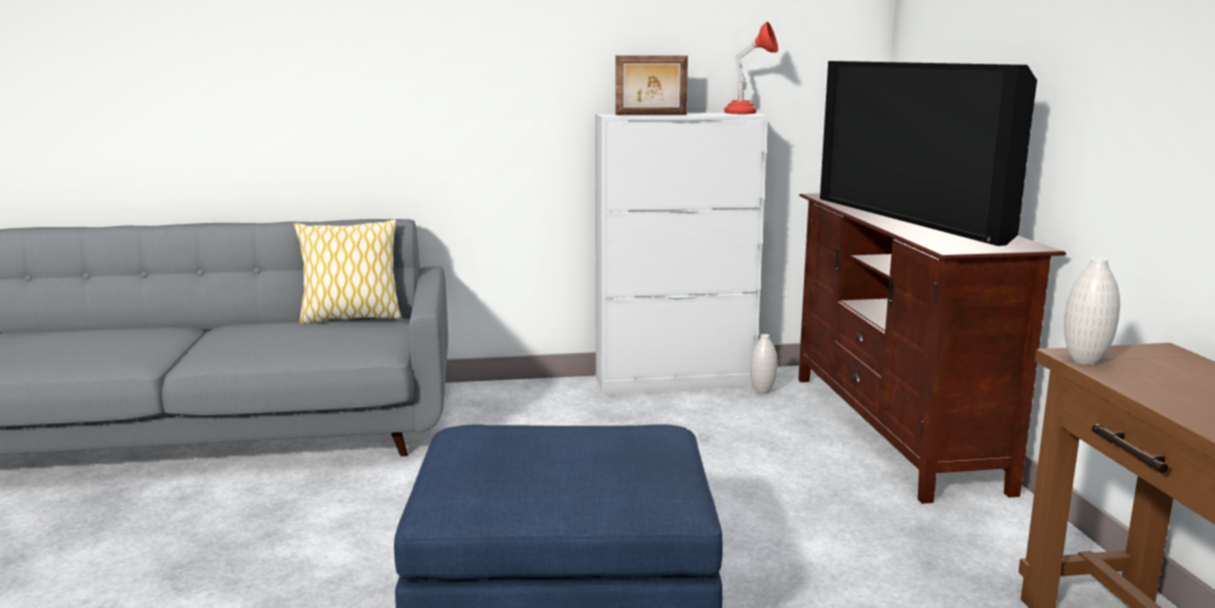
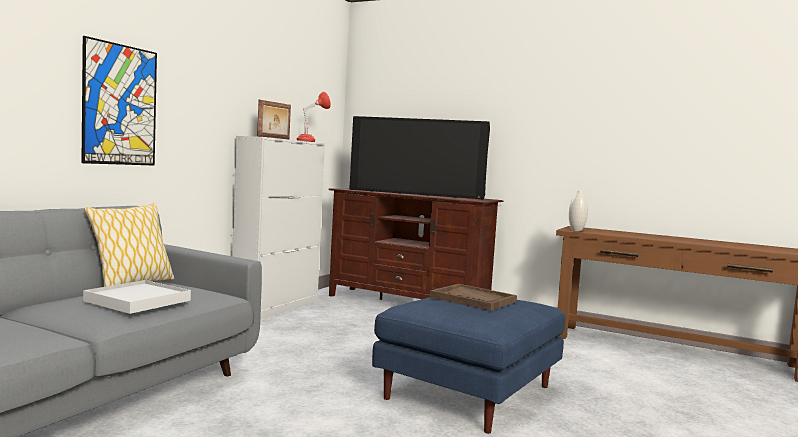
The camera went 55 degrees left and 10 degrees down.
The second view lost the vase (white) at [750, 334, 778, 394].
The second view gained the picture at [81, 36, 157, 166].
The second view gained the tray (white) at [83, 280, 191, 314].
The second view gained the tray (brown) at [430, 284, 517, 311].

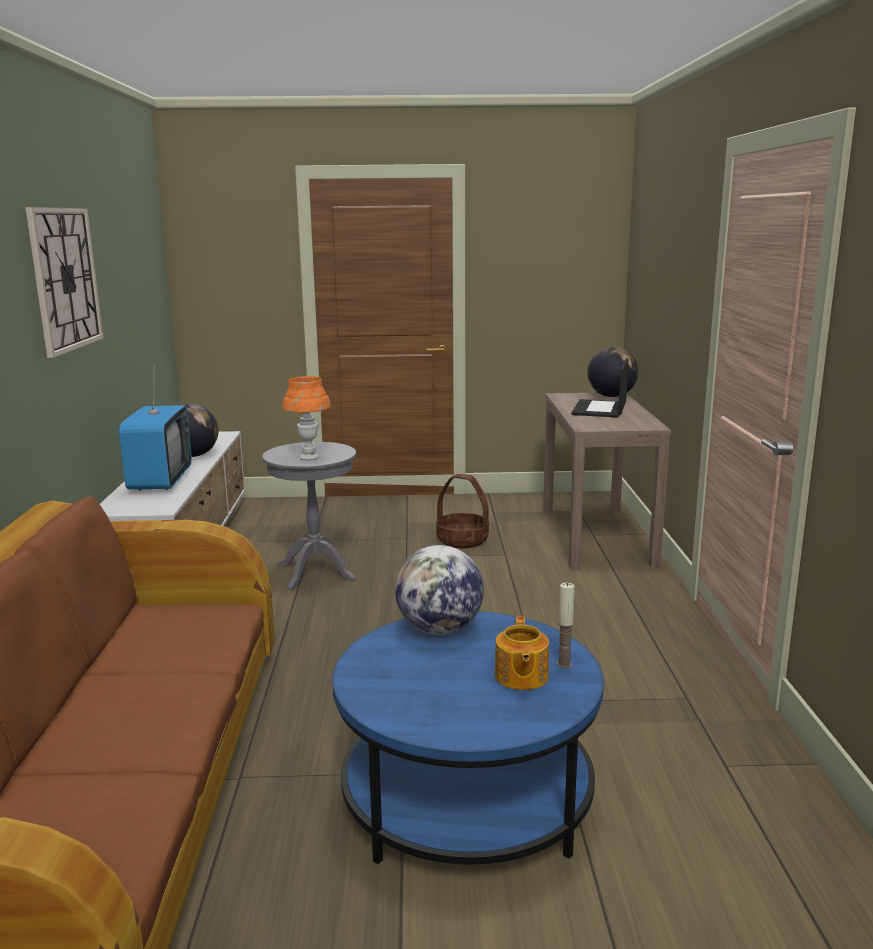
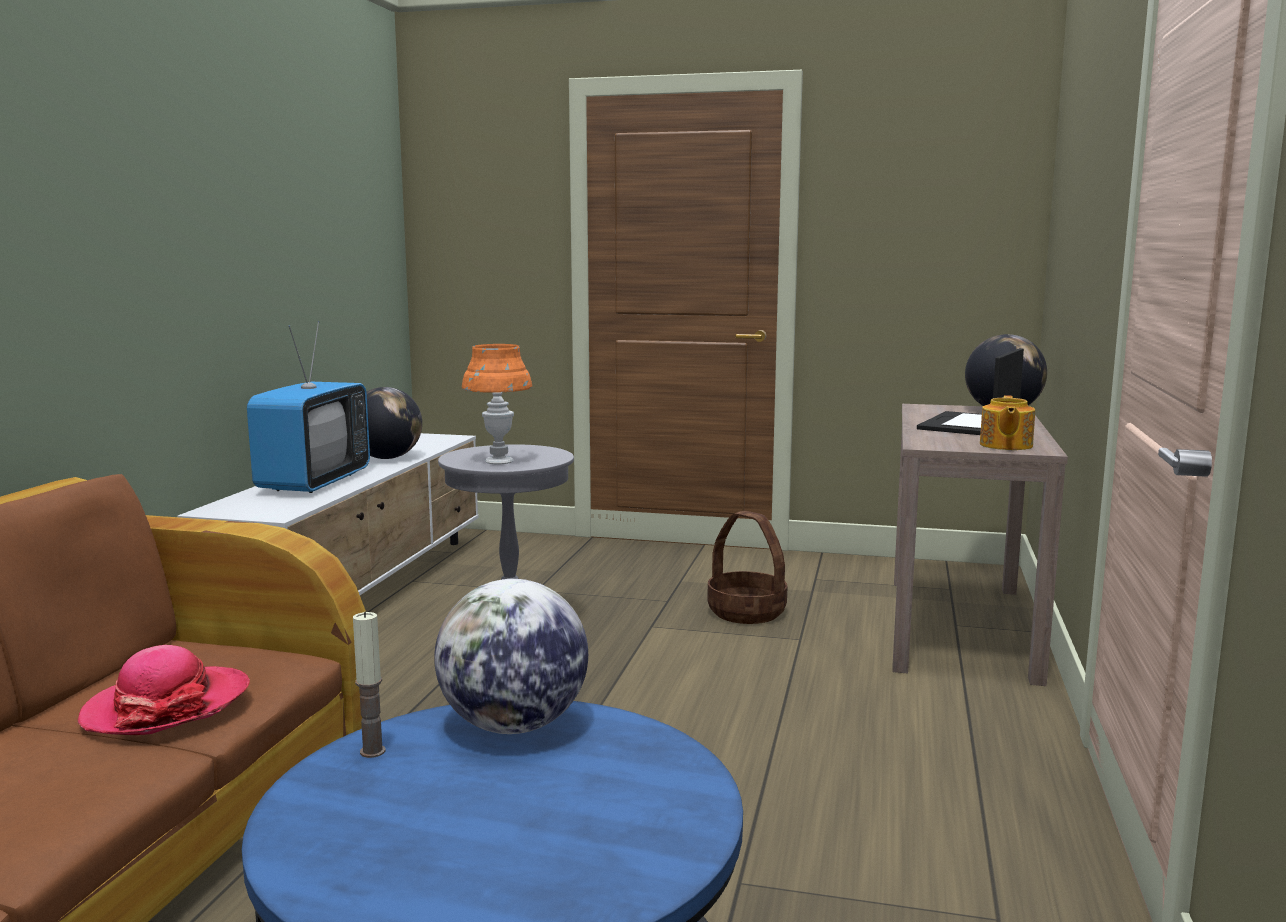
The camera went 15 degrees right and 5 degrees down.
The second view lost the wall clock at [25, 207, 103, 358].
The candle ended up elsewhere, having gone from [557, 583, 575, 668] to [353, 611, 386, 758].
The teapot ended up elsewhere, having gone from [495, 616, 549, 690] to [980, 395, 1035, 450].
The second view gained the hat at [78, 645, 250, 735].

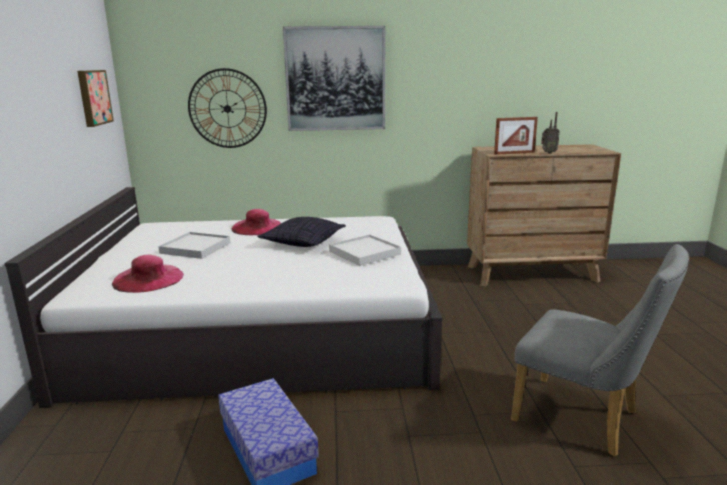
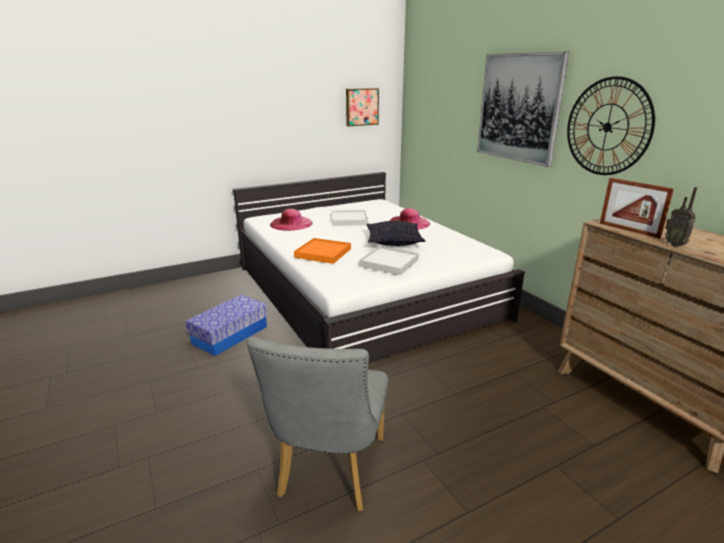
The camera went 65 degrees right and 5 degrees up.
The wall clock ended up elsewhere, having gone from [188, 68, 267, 148] to [567, 76, 655, 175].
The second view gained the tray (orange) at [294, 238, 351, 264].

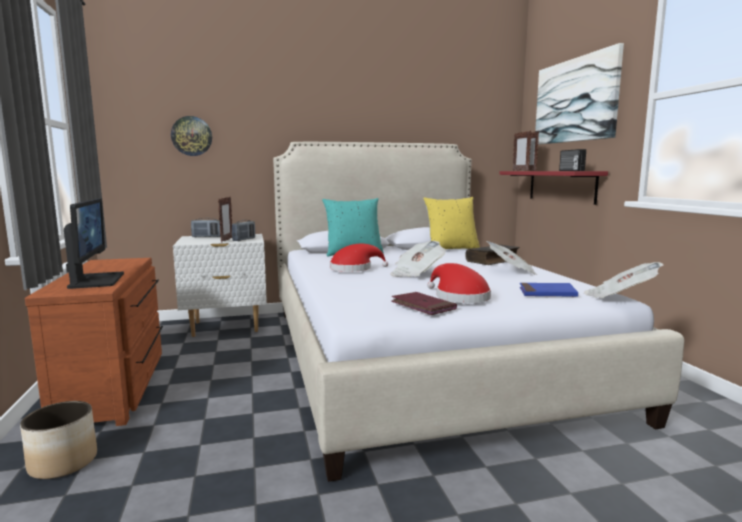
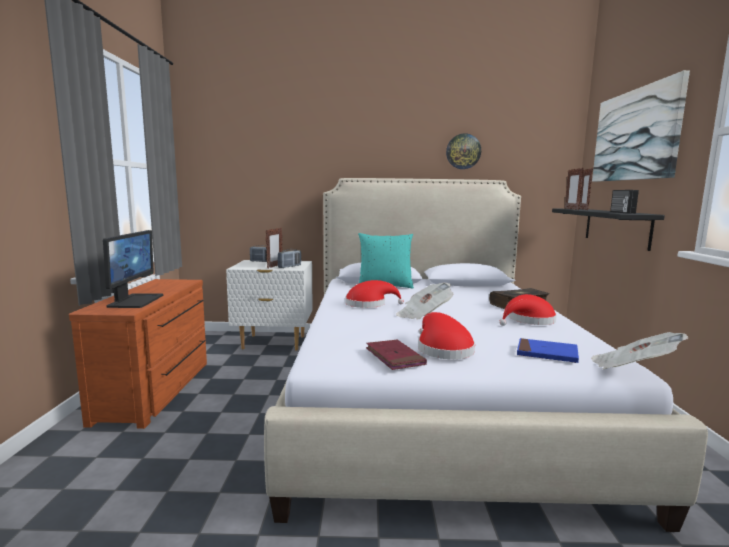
The camera went 15 degrees right and 0 degrees up.
The wall clock ended up elsewhere, having gone from [171, 116, 212, 156] to [446, 133, 481, 169].
What was the shelf (red) at [499, 171, 608, 205] turned into the shelf (black) at [552, 208, 665, 251].
The second view lost the pillow (yellow) at [423, 197, 480, 249].
Where the newspaper stood at [486, 241, 537, 275], the hat (red) came to stand at [499, 294, 557, 326].
The second view lost the planter at [20, 401, 97, 479].

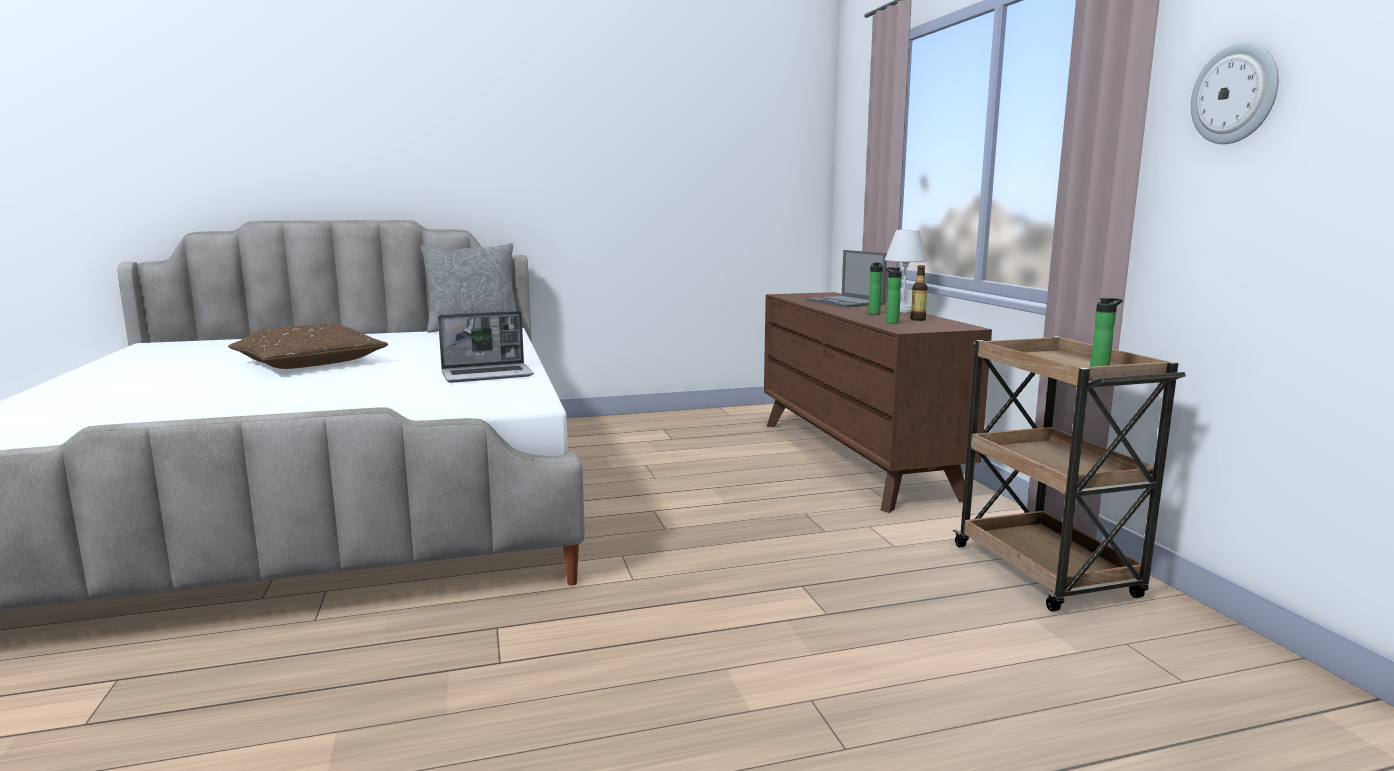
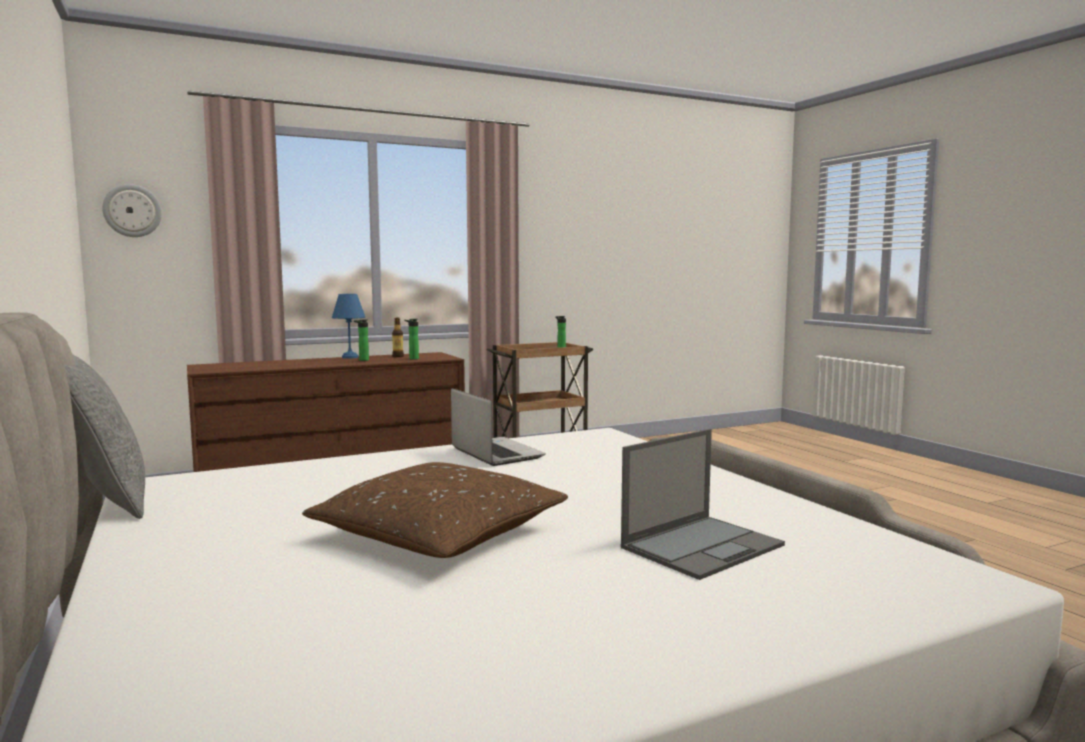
The camera went 100 degrees left and 5 degrees down.
The wall clock ended up elsewhere, having gone from [1190, 42, 1278, 144] to [102, 184, 162, 237].
What was the table lamp (white) at [885, 230, 927, 313] turned into the table lamp (blue) at [332, 294, 365, 359].
The laptop ended up elsewhere, having gone from [806, 250, 887, 307] to [621, 429, 785, 580].

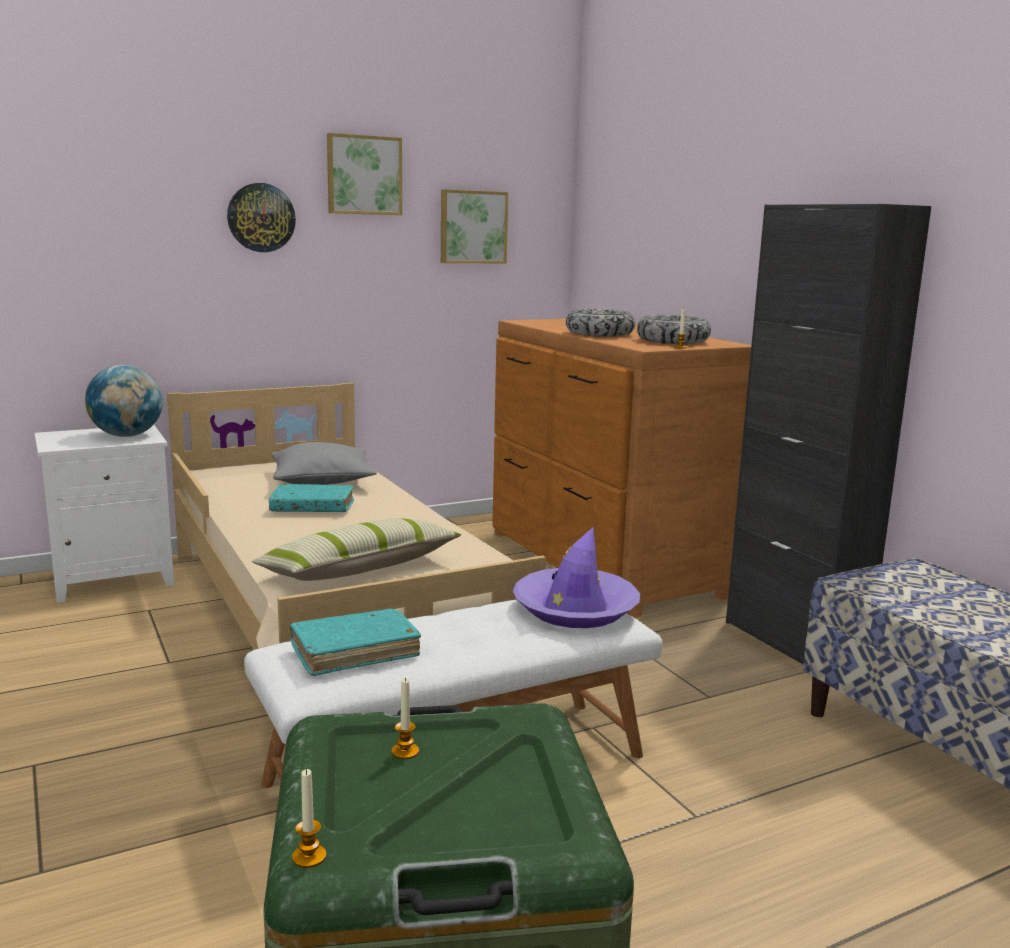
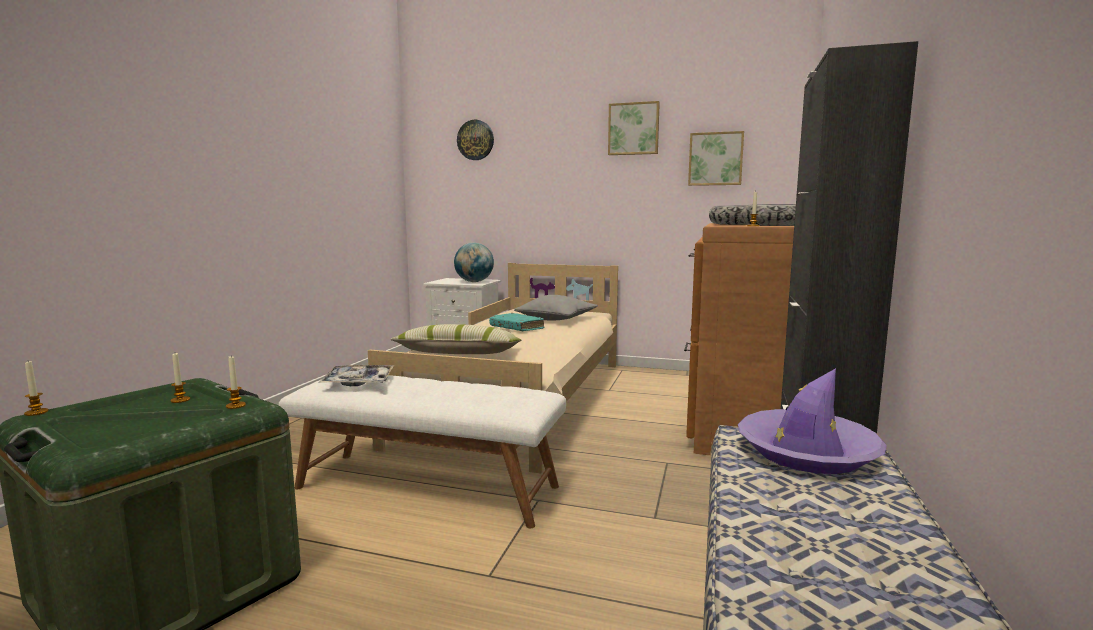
The camera went 45 degrees right and 5 degrees down.
The wall clock ended up elsewhere, having gone from [227, 183, 296, 252] to [457, 120, 494, 160].
The hat (purple) ended up elsewhere, having gone from [513, 528, 640, 628] to [738, 368, 887, 474].
Where the book (turquoise) stood at [290, 609, 421, 676], the tray came to stand at [319, 365, 394, 386].
The second view gained the candle at [226, 356, 246, 409].

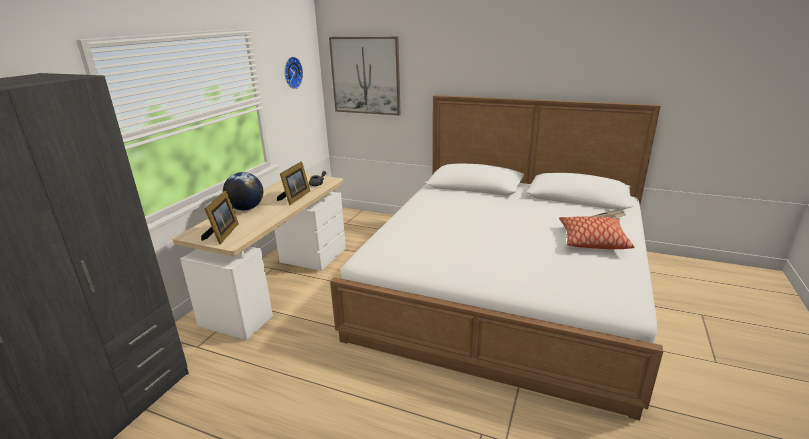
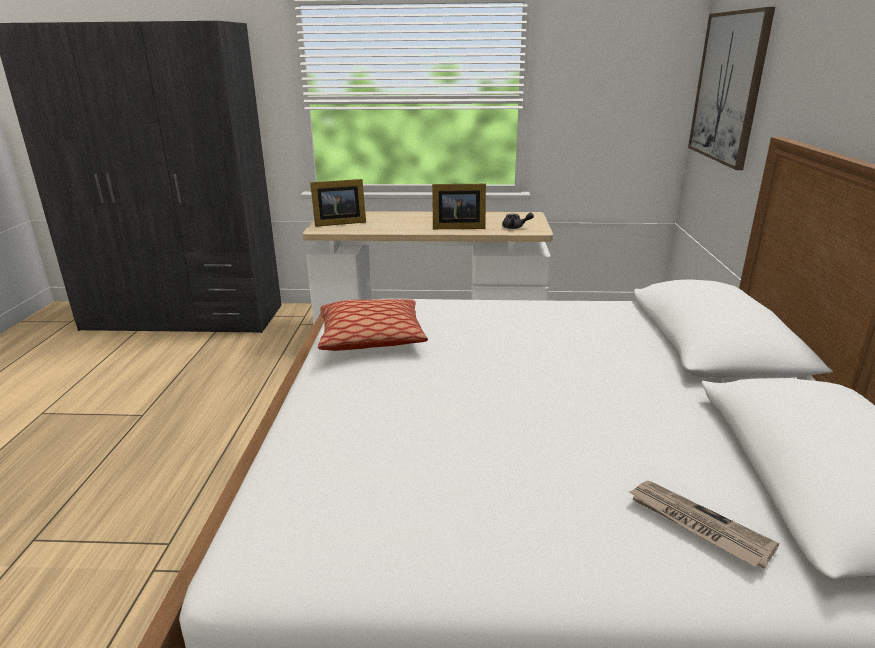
The camera went 70 degrees right and 0 degrees up.
The second view lost the wall clock at [285, 57, 303, 89].
The second view lost the globe at [223, 172, 263, 210].
The pillow ended up elsewhere, having gone from [559, 216, 634, 249] to [318, 299, 428, 351].

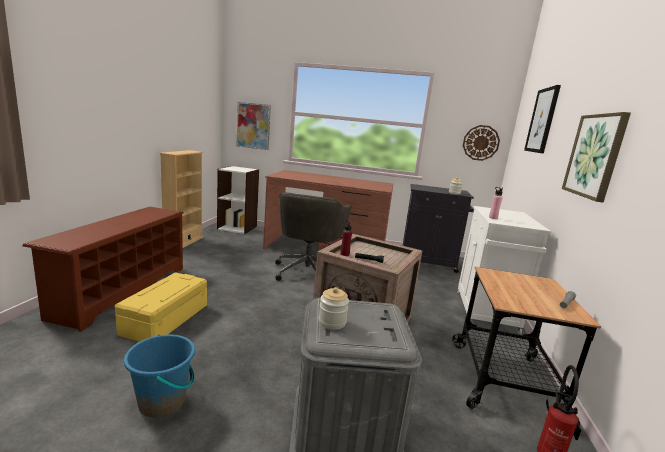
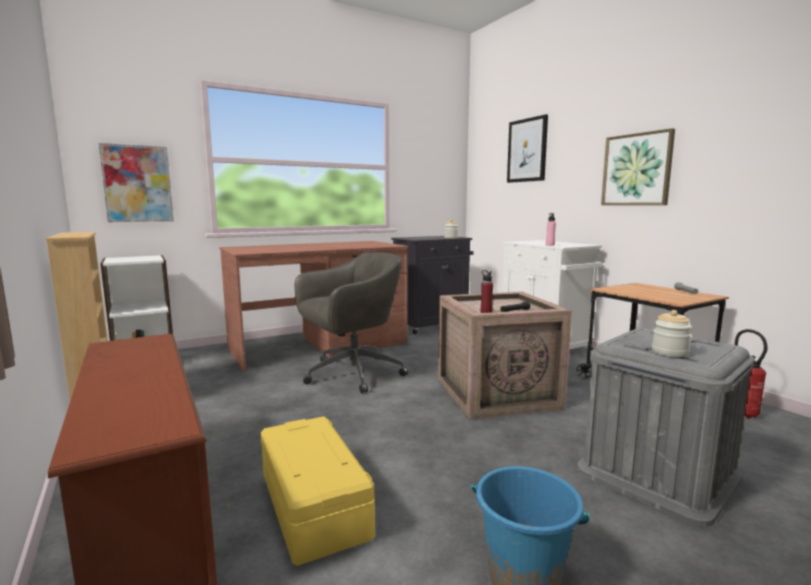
The camera went 40 degrees left and 5 degrees down.
The second view lost the wall clock at [463, 125, 500, 161].
The office chair (grey) at [275, 192, 351, 281] ended up facing another way, 90 degrees counterclockwise from before.

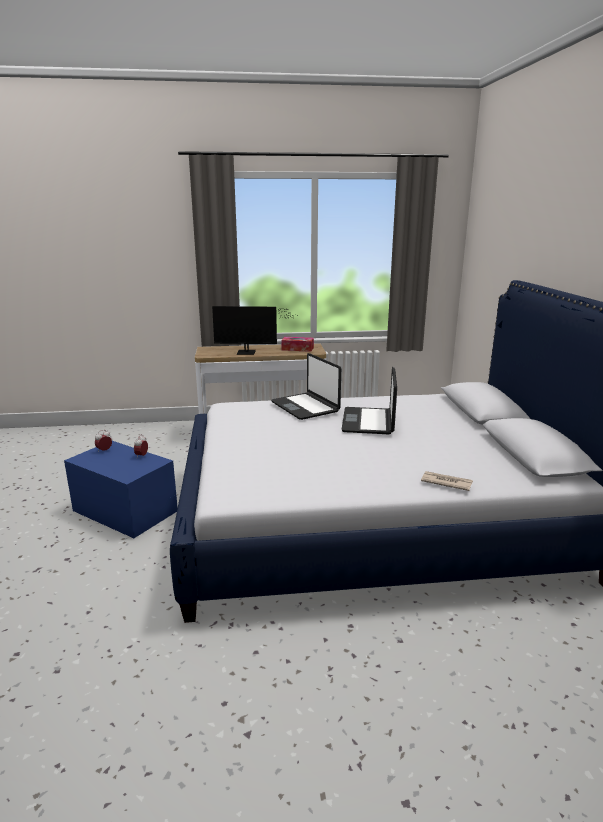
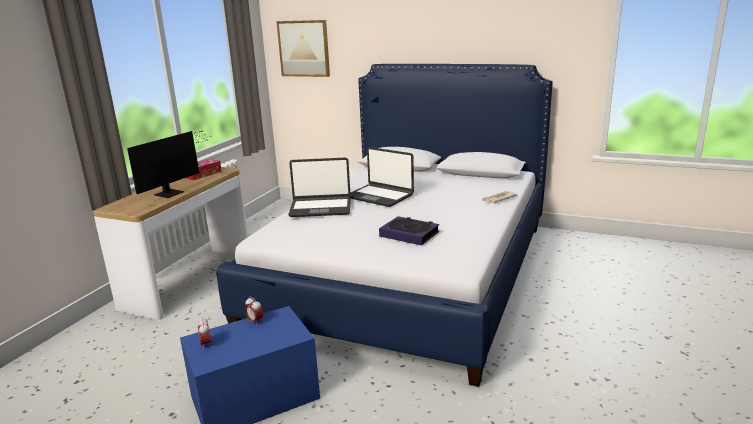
The camera went 60 degrees left and 0 degrees up.
The second view gained the picture at [277, 20, 330, 77].
The second view gained the book at [379, 216, 439, 246].

